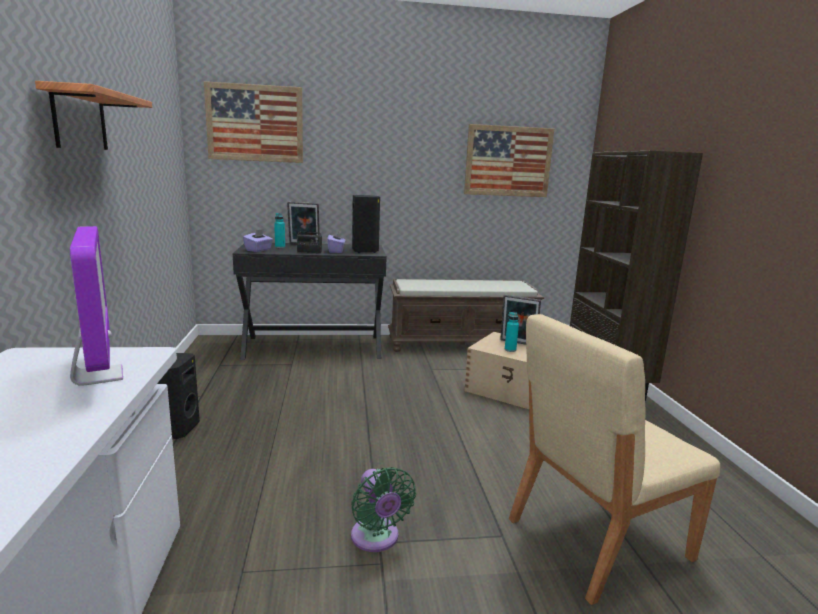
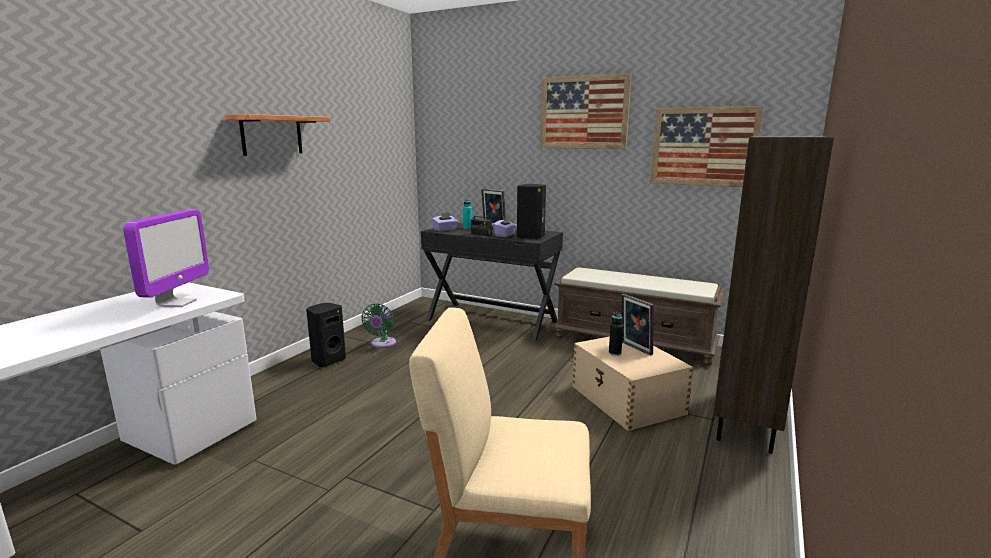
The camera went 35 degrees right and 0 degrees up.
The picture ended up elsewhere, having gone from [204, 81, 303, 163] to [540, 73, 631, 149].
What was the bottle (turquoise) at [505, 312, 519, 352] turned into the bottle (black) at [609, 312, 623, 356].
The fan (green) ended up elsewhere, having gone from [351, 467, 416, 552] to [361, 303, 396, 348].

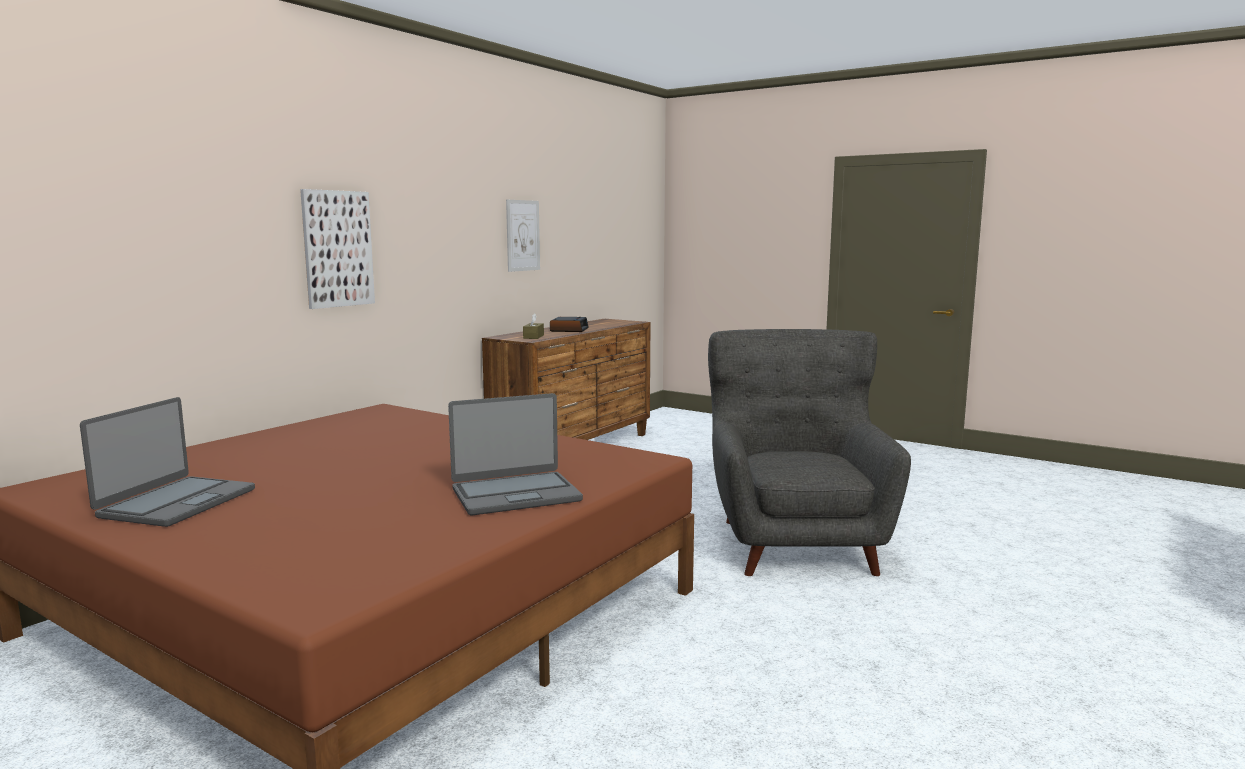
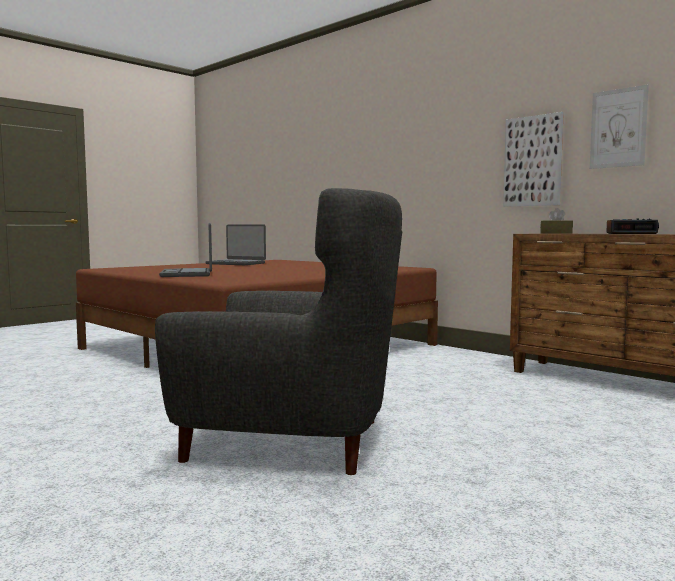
The camera went 100 degrees right and 5 degrees down.
The picture ended up elsewhere, having gone from [300, 189, 375, 309] to [503, 112, 564, 207].

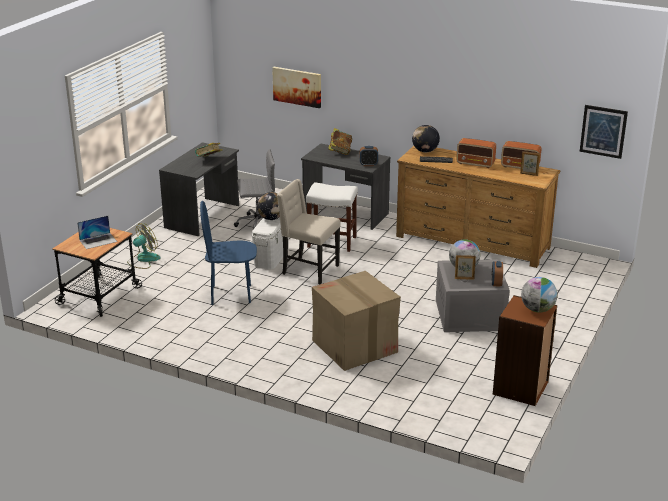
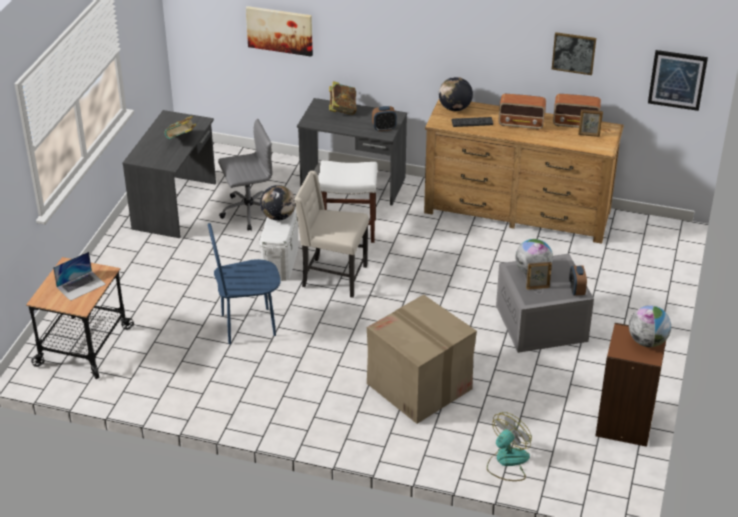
The camera went 10 degrees left and 10 degrees up.
The fan ended up elsewhere, having gone from [127, 223, 160, 269] to [487, 412, 532, 481].
The second view gained the picture at [552, 32, 596, 75].

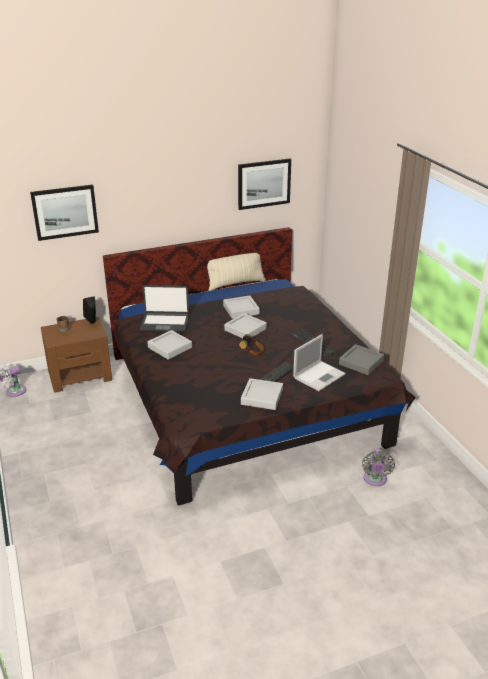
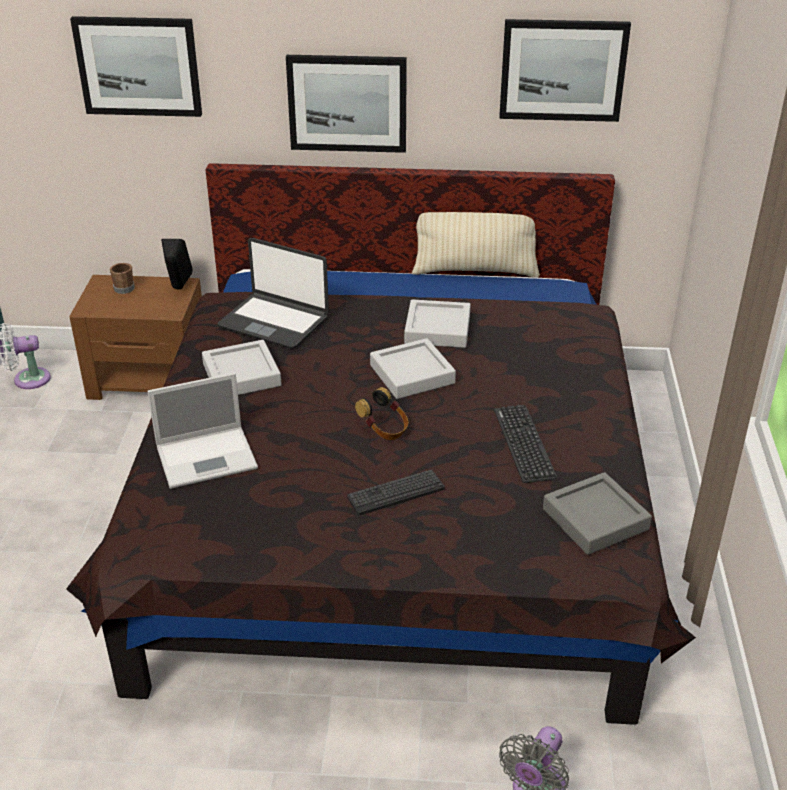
The camera went 25 degrees right and 5 degrees up.
The laptop ended up elsewhere, having gone from [293, 334, 346, 391] to [148, 373, 258, 489].
The second view lost the tray (grey) at [241, 378, 283, 410].
The second view gained the picture at [286, 55, 407, 153].

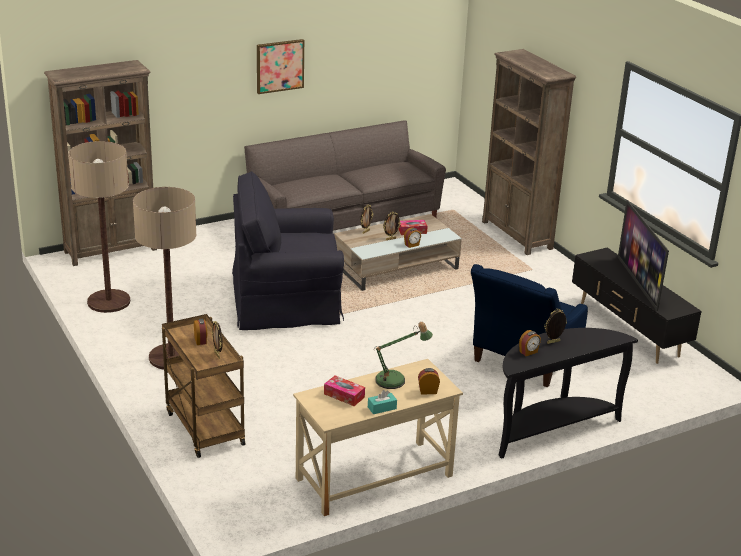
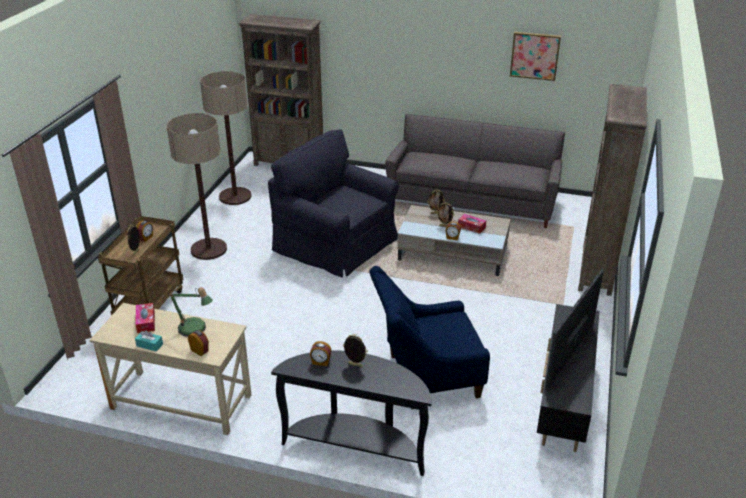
The camera went 45 degrees right and 5 degrees up.
The picture ended up elsewhere, having gone from [257, 39, 304, 94] to [510, 32, 561, 81].

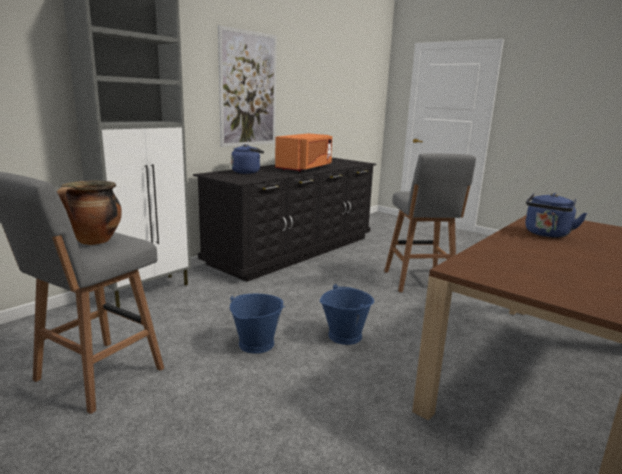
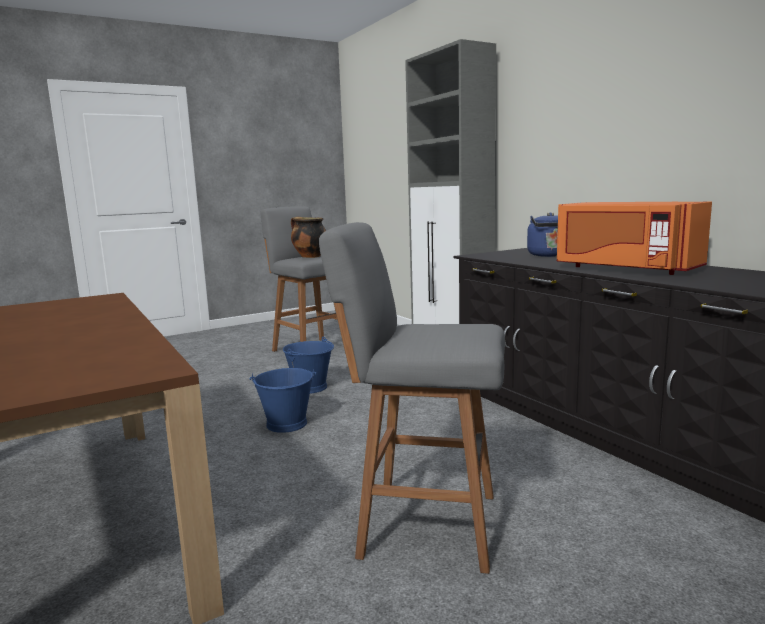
The camera went 110 degrees right and 5 degrees down.
The second view lost the picture at [218, 25, 277, 147].
The second view lost the kettle (blue) at [525, 193, 587, 238].

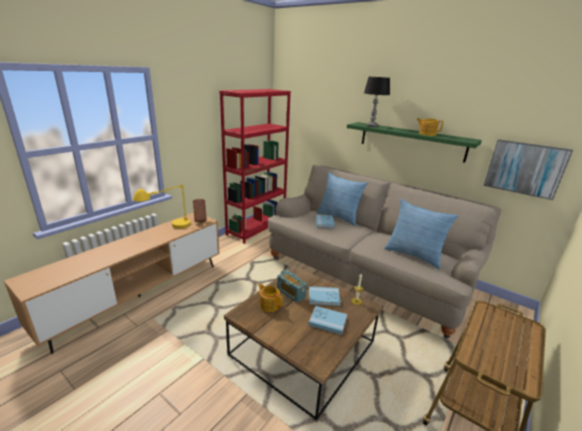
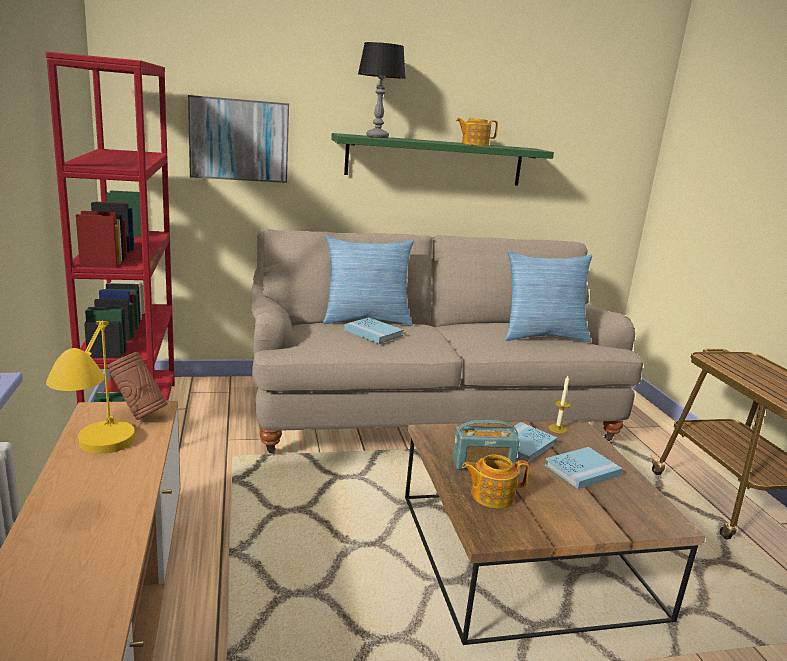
The camera went 50 degrees left and 5 degrees down.
The picture ended up elsewhere, having gone from [484, 139, 573, 200] to [188, 95, 289, 183].

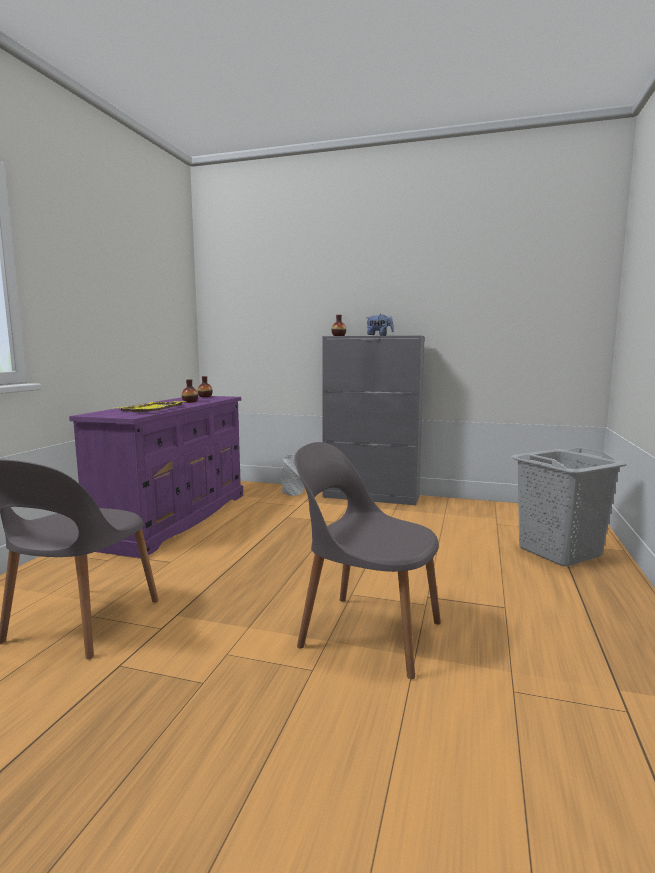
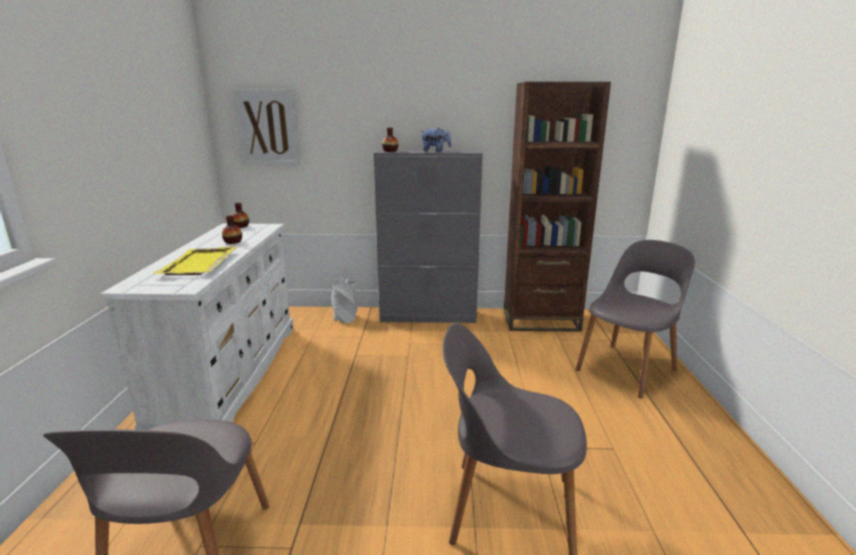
The camera went 15 degrees left and 10 degrees up.
What was the dresser (purple) at [69, 396, 243, 558] turned into the dresser (white) at [100, 223, 294, 430].
Where the laundry basket (grey) stood at [511, 447, 627, 566], the chair (grey) came to stand at [576, 240, 695, 398].
The second view gained the bookcase (brown) at [504, 82, 611, 332].
The second view gained the picture at [232, 89, 301, 165].

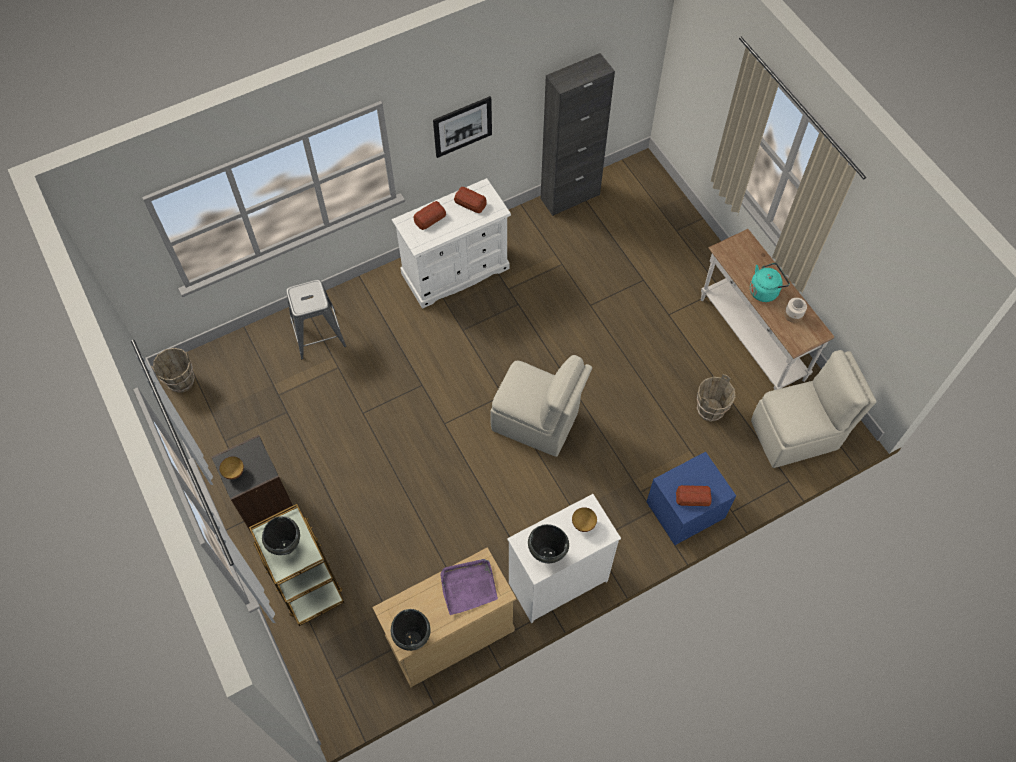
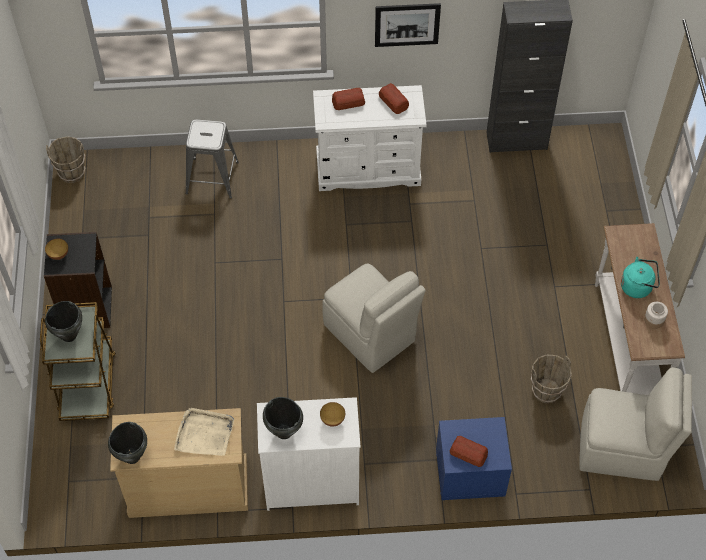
The camera went 25 degrees right and 5 degrees down.
What was the tray (purple) at [440, 559, 498, 615] turned into the tray (beige) at [174, 408, 234, 456].

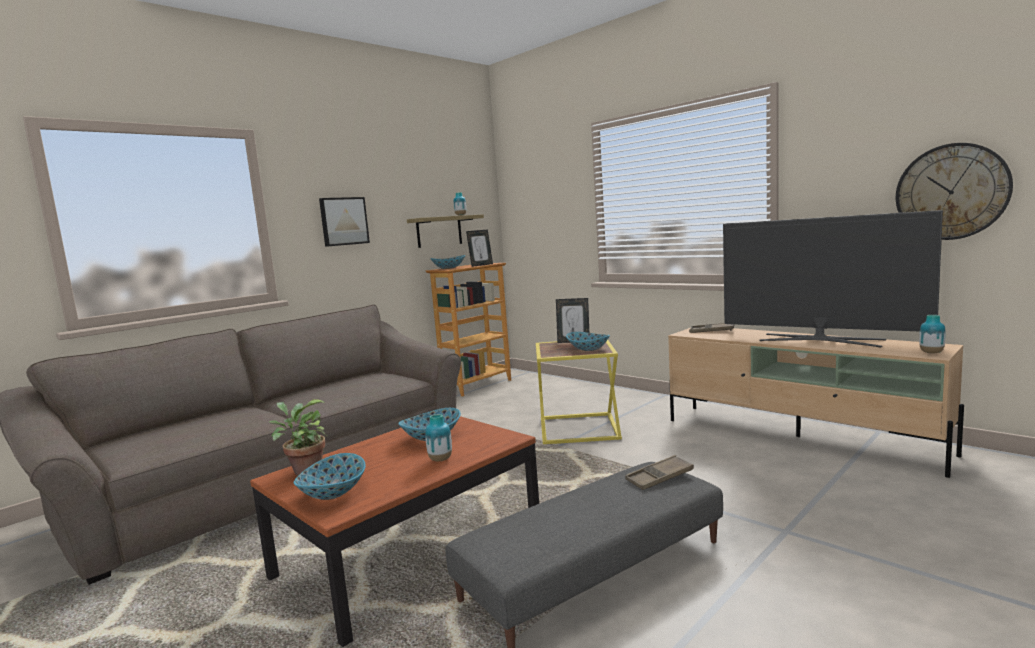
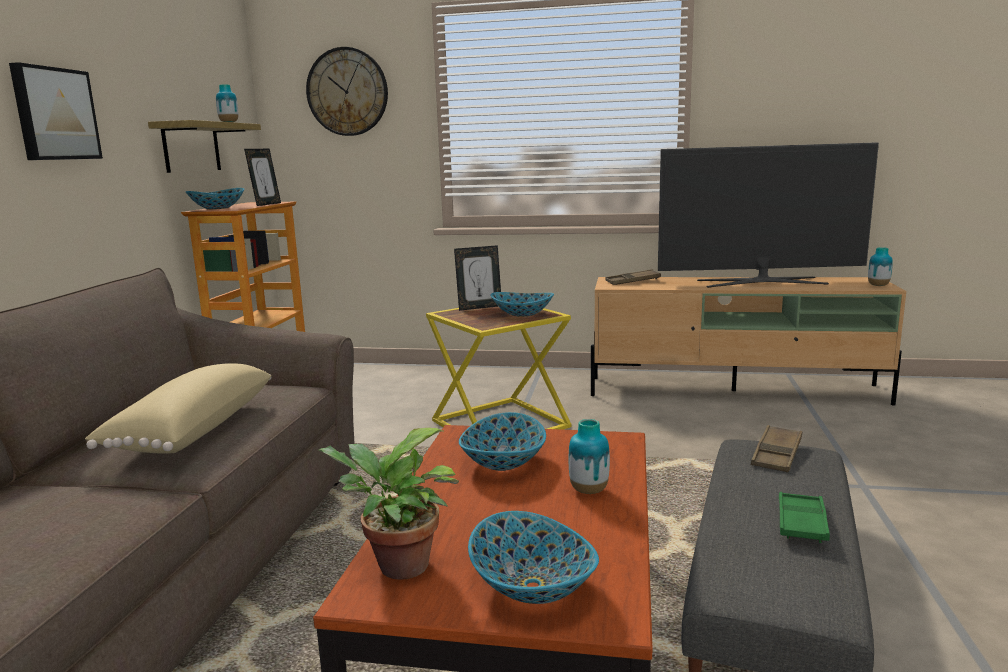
The camera went 35 degrees left and 5 degrees up.
The wall clock ended up elsewhere, having gone from [896, 143, 1013, 240] to [306, 47, 388, 136].
The second view gained the pillow (beige) at [85, 363, 271, 454].
The second view gained the tray (green) at [779, 492, 830, 543].

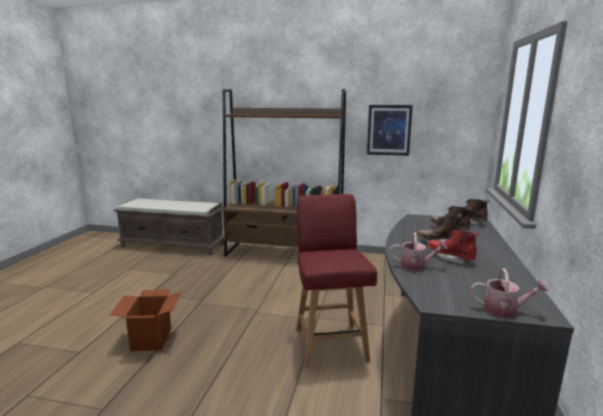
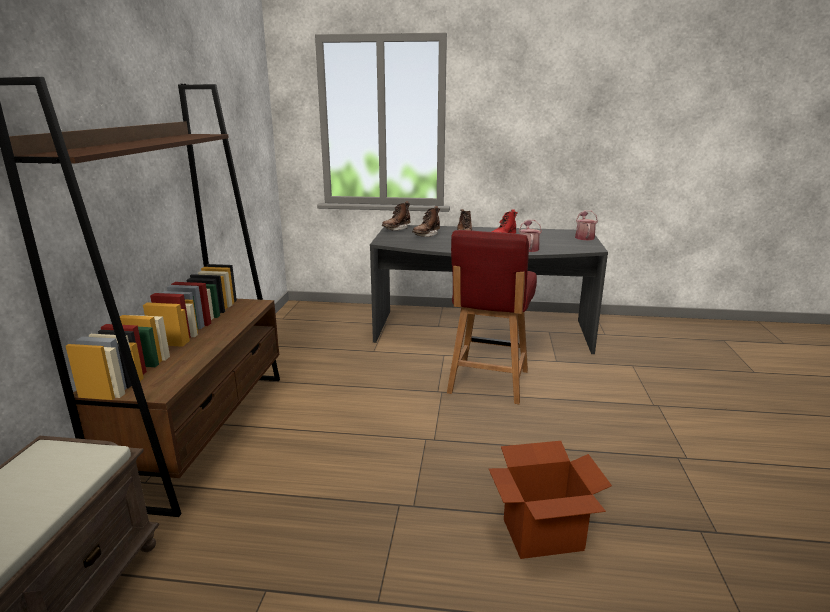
The camera went 95 degrees left and 5 degrees up.
The second view lost the picture at [367, 105, 413, 156].
The chair (red) at [296, 194, 377, 368] ended up facing another way, 60 degrees counterclockwise from before.

